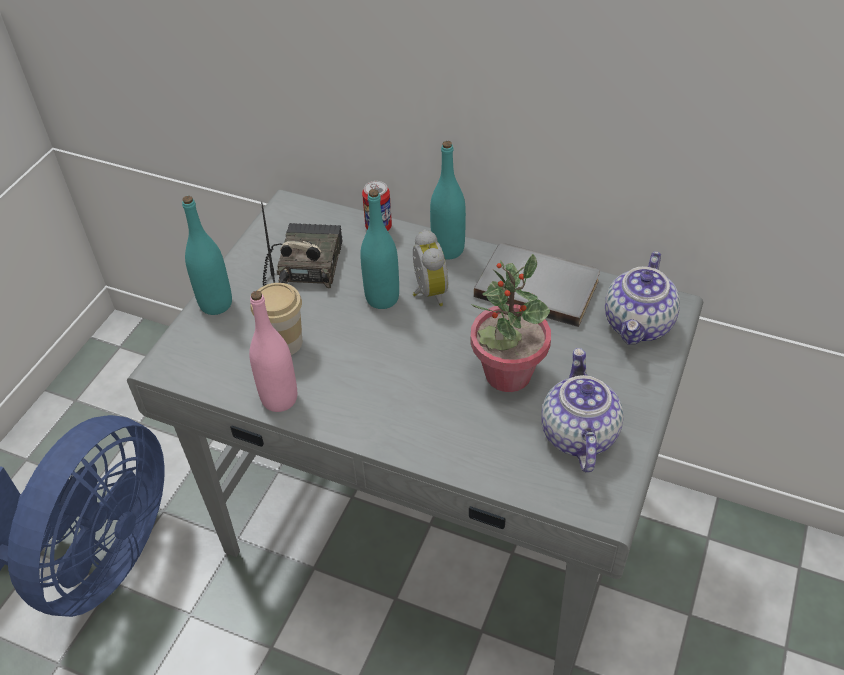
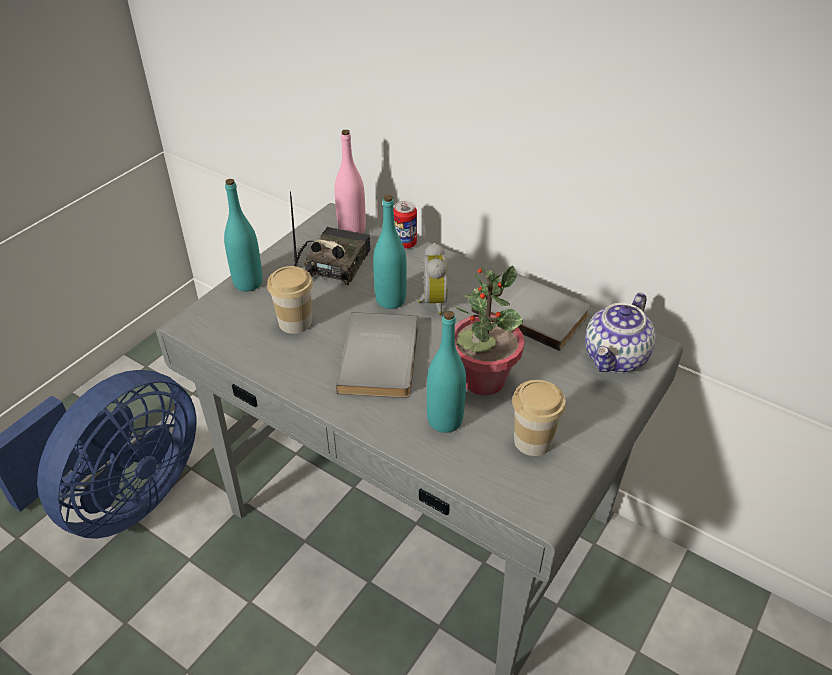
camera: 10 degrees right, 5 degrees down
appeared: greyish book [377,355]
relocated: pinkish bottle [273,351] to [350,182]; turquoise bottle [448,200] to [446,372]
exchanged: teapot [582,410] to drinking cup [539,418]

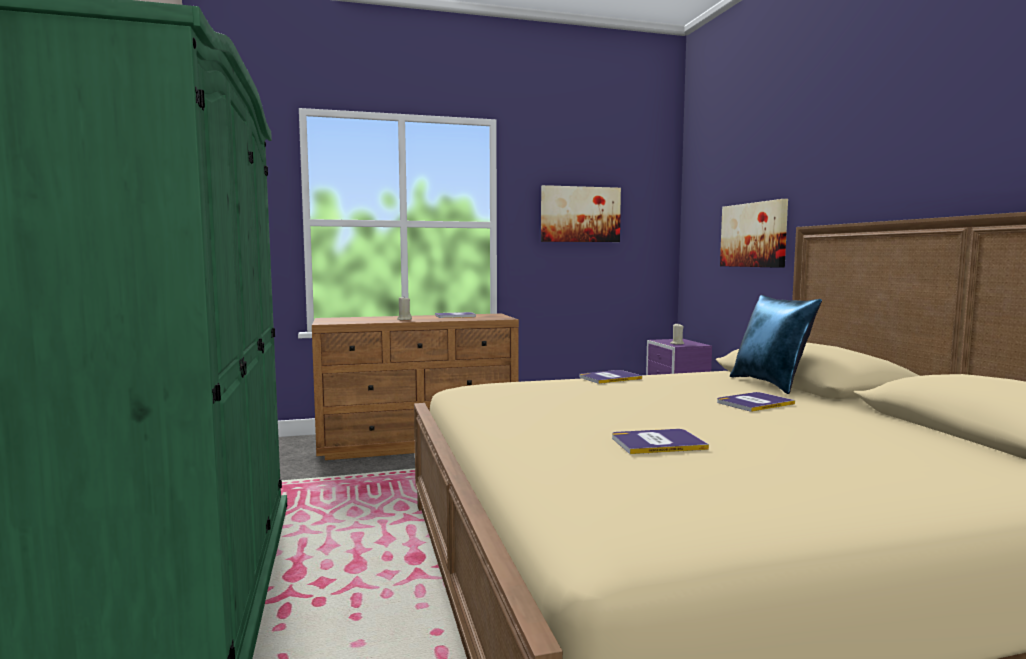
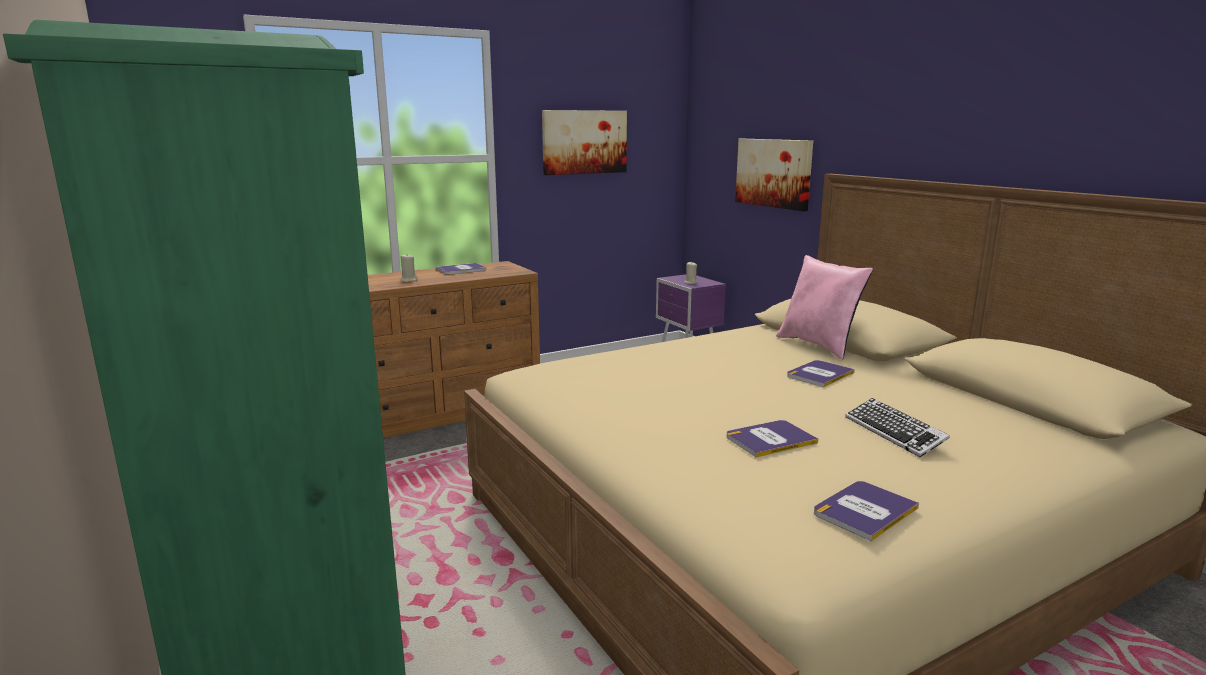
camera: 15 degrees left, 10 degrees up
appeared: PC keyboard [897,427]
relocated: book [611,377] to [866,511]
colour: bluish cushion [776,344] to pinkish cushion [824,307]

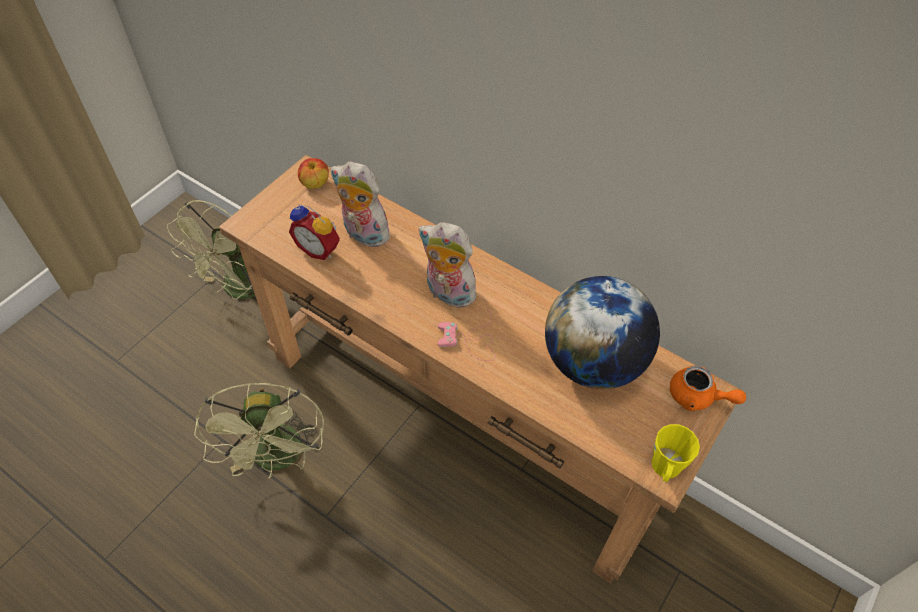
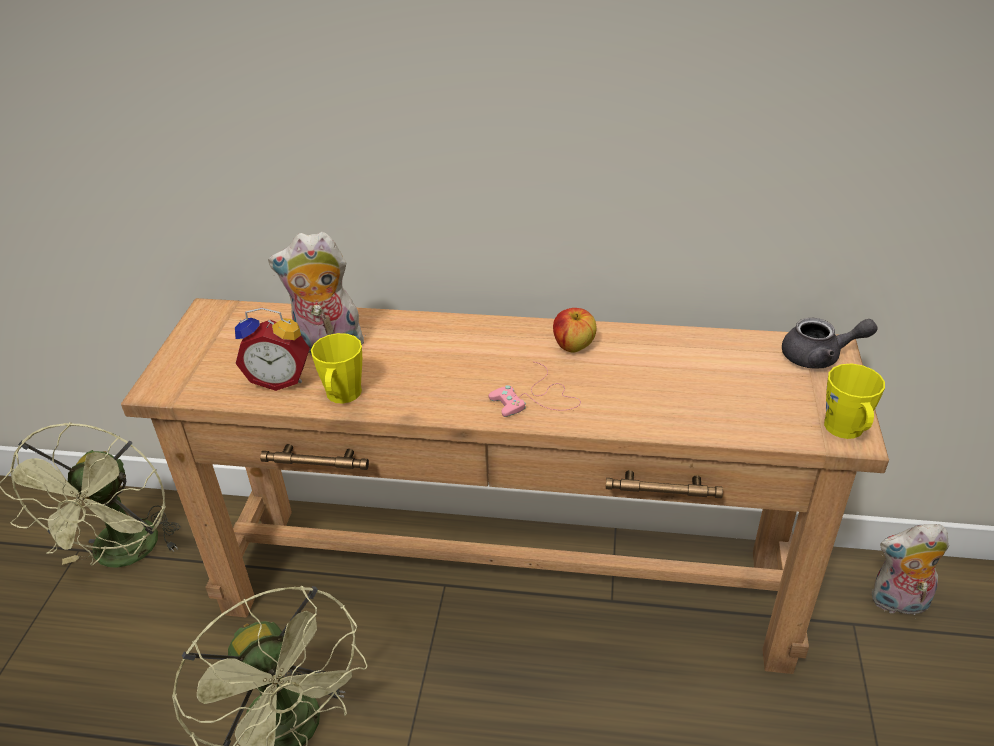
camera: 25 degrees left, 15 degrees down
missing: globe [602,332]
appeared: yellow tea mug [336,368]
relocated: whole apple [313,173] to [575,330]; cuddly toy [449,265] to [910,569]
colour: orangey teapot [708,388] to greyish teapot [830,343]

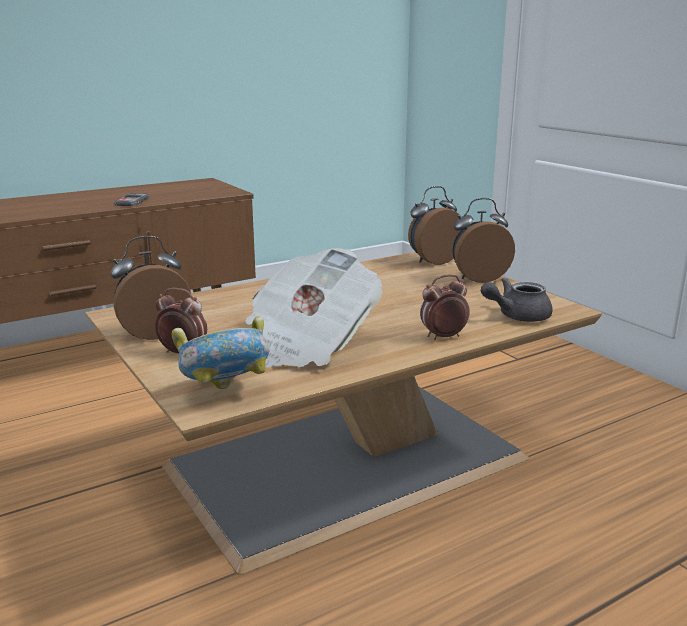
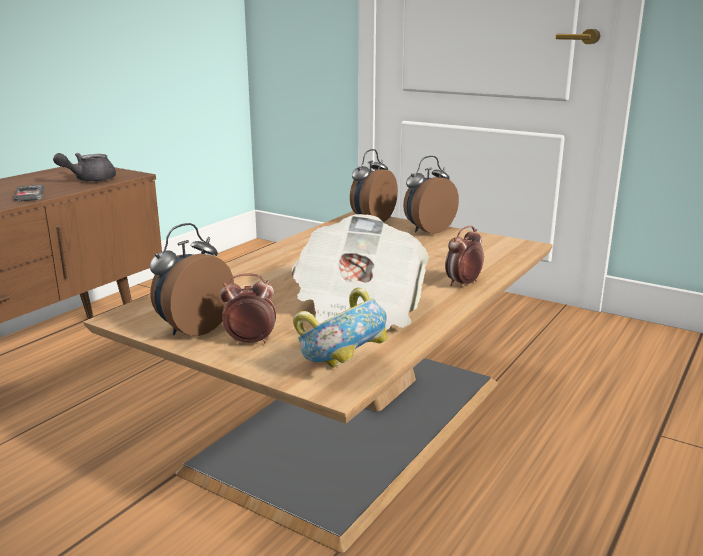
camera: 25 degrees left, 0 degrees up
relocated: greyish teapot [517,299] to [84,167]

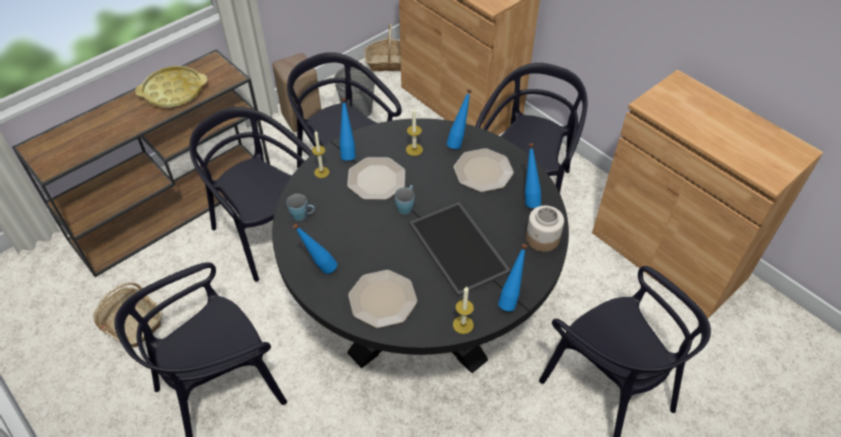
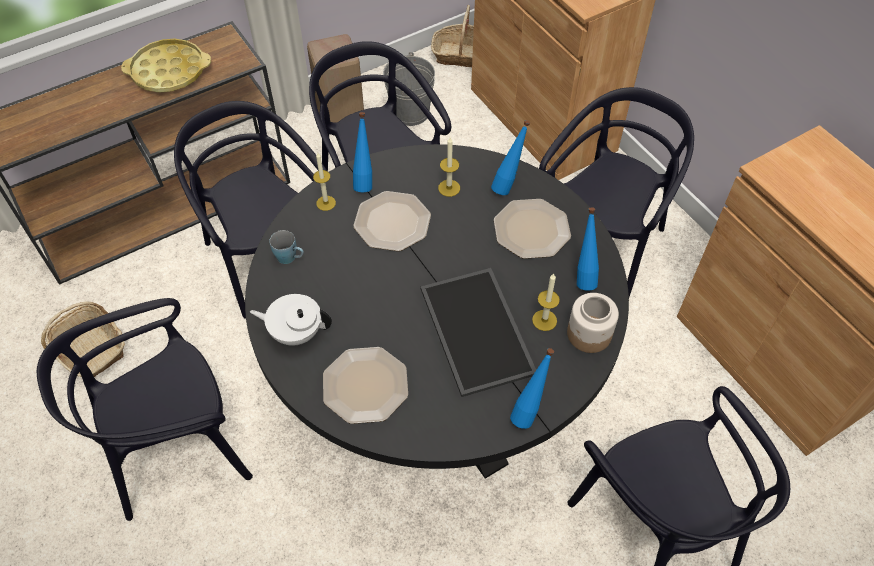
camera: 10 degrees right, 5 degrees up
missing: bluish tea mug [405,199]
relocated: wax light [463,310] to [546,302]
exchanged: bluish bottle [315,249] to whitish teapot [291,320]

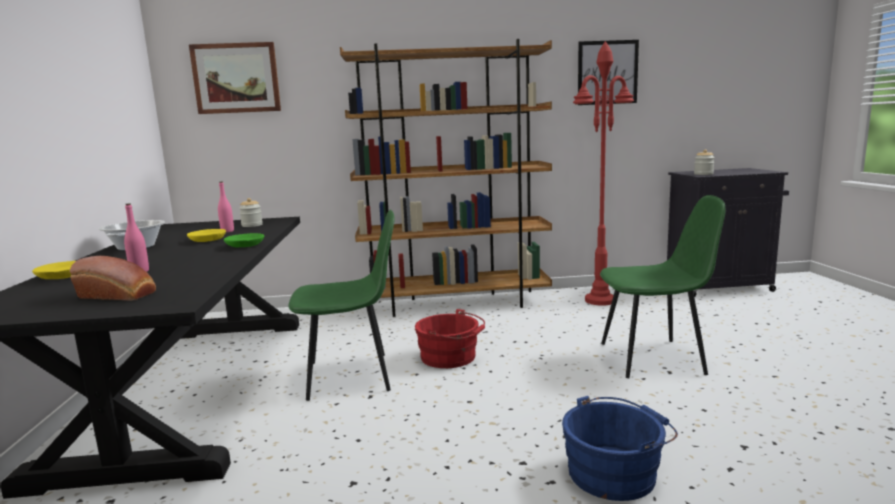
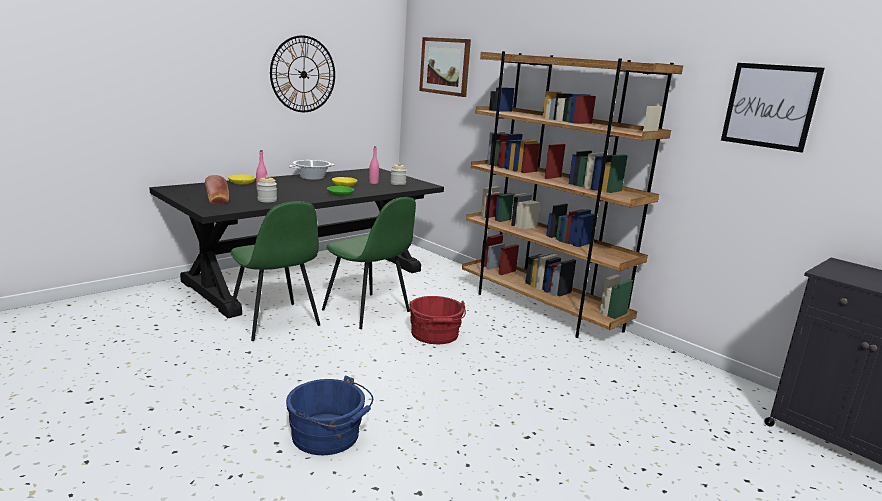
camera: 50 degrees right, 5 degrees up
missing: red-coloured standard lamp [603,173]
appeared: clock on the wall [302,73]
relocated: green-coloured upright chair [663,286] to [274,271]; storage jar [704,162] to [267,188]

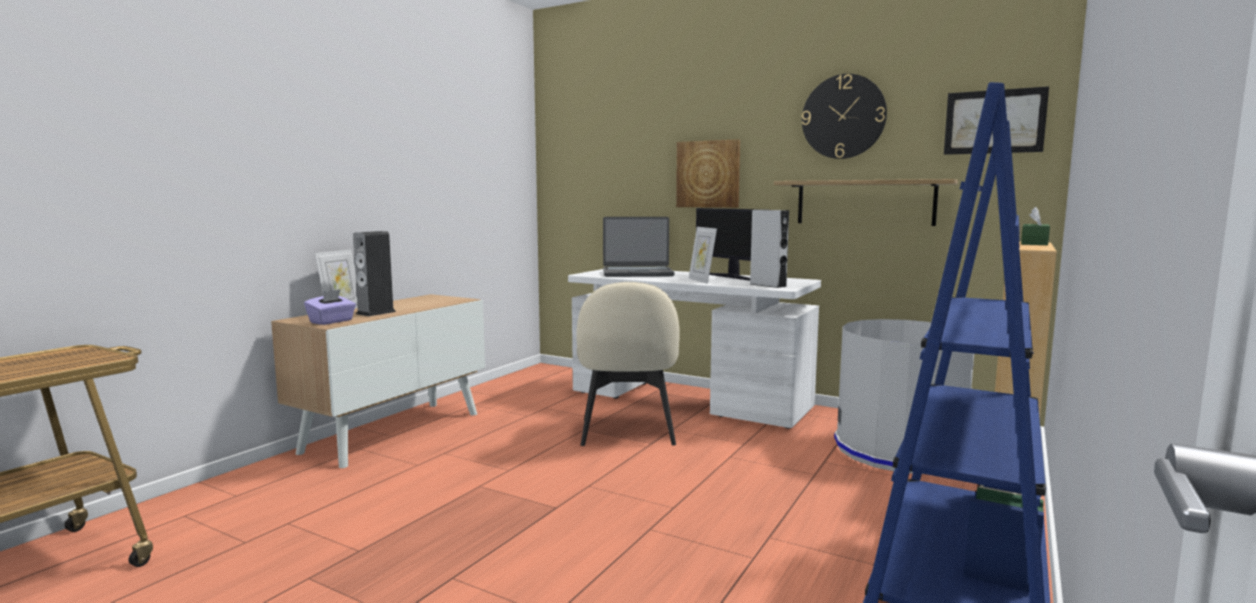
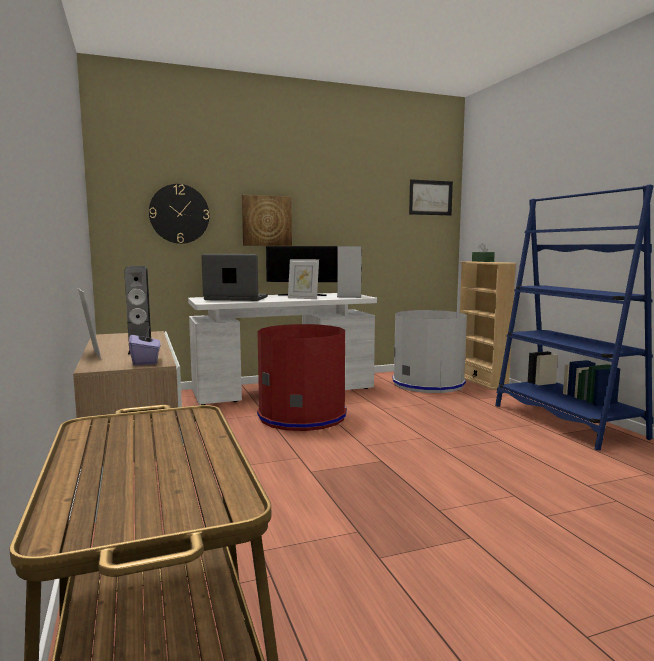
camera: 50 degrees left, 0 degrees up
missing: bracket shelf [866,202]
relocated: clock on the wall [844,116] to [179,214]
exchanged: sand-coloured upright chair [628,364] to red-coloured trash can [302,377]
spun: portable computer [639,247] = [235,277] 120 degrees counterclockwise

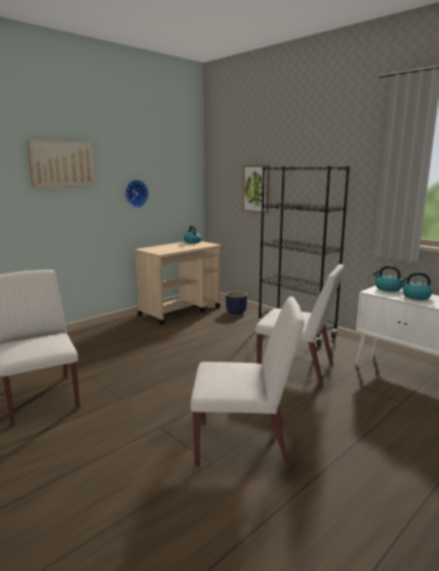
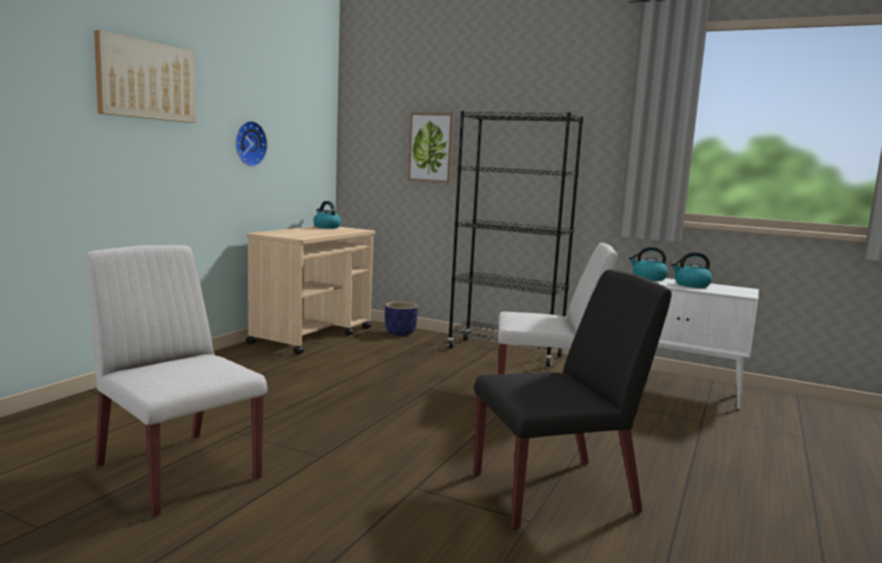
camera: 20 degrees left, 5 degrees down
colour: whitish upright chair [247,383] to black upright chair [572,399]

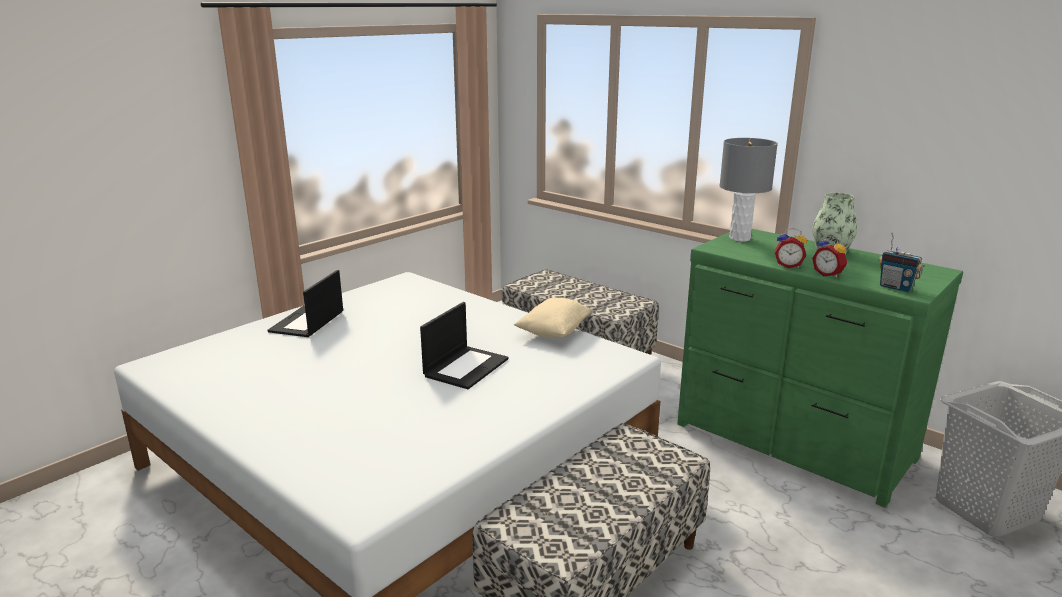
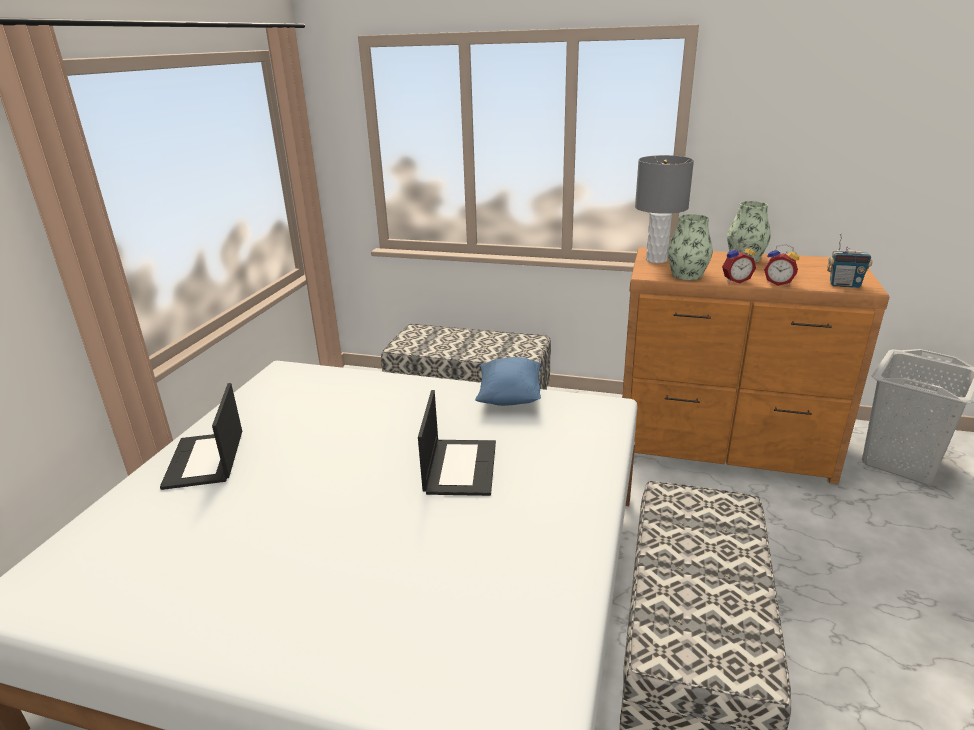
camera: 25 degrees left, 5 degrees up
appeared: vase [690,247]
colour: sand-coloured cushion [553,318] to bluish cushion [508,381]; green-coloured dresser [820,368] to brown-coloured dresser [755,365]

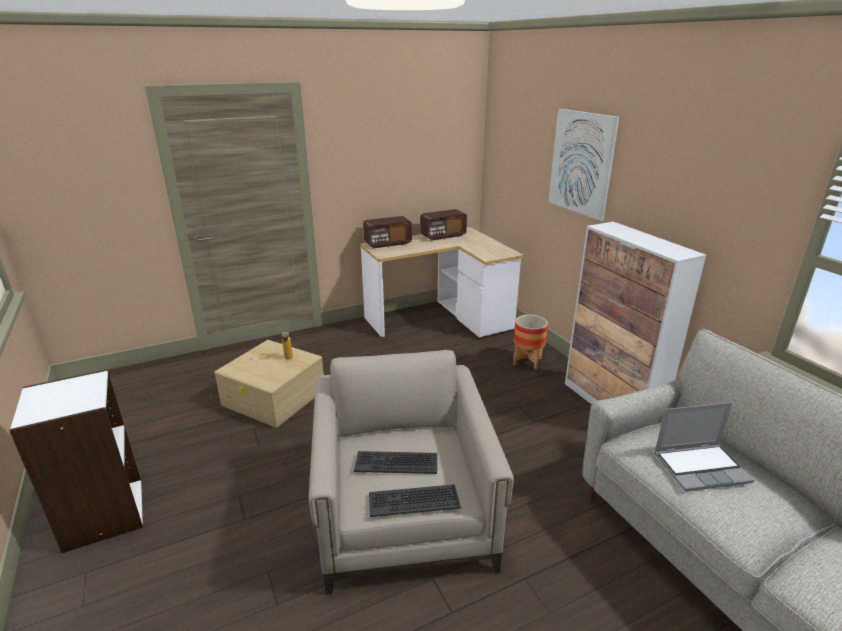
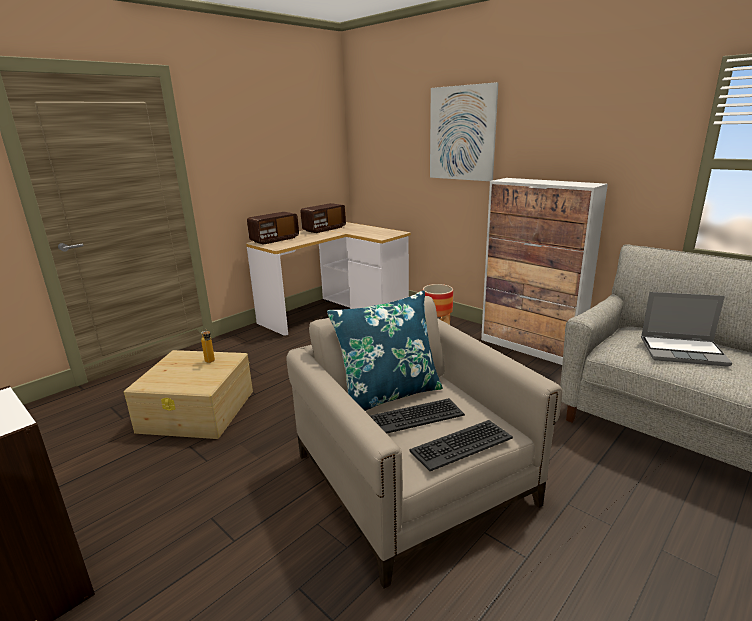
camera: 20 degrees left, 5 degrees down
appeared: bluish cushion [385,351]
spun: portable computer [704,446] = [686,329] 45 degrees clockwise

